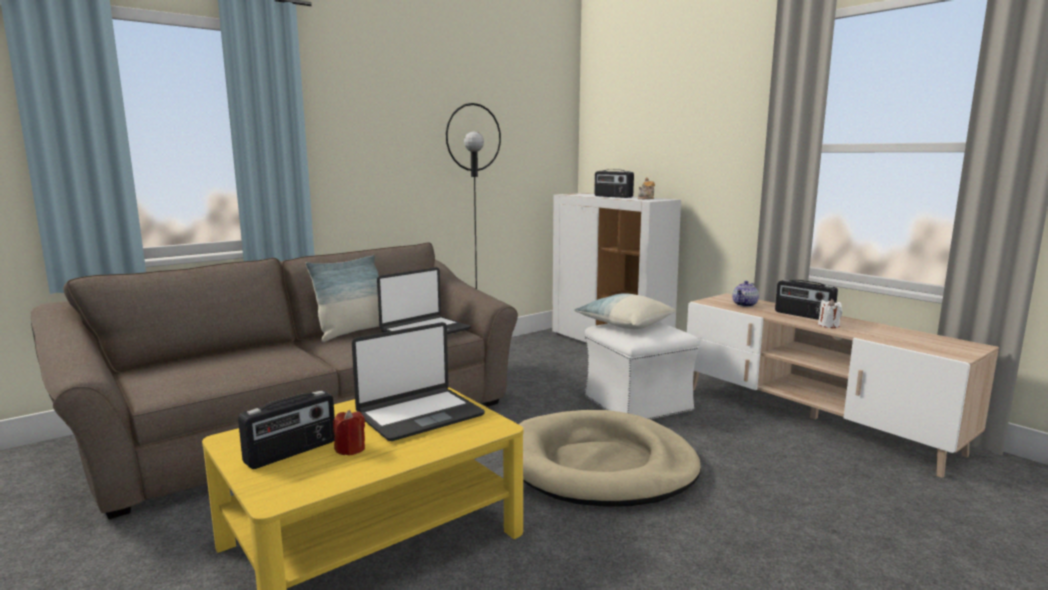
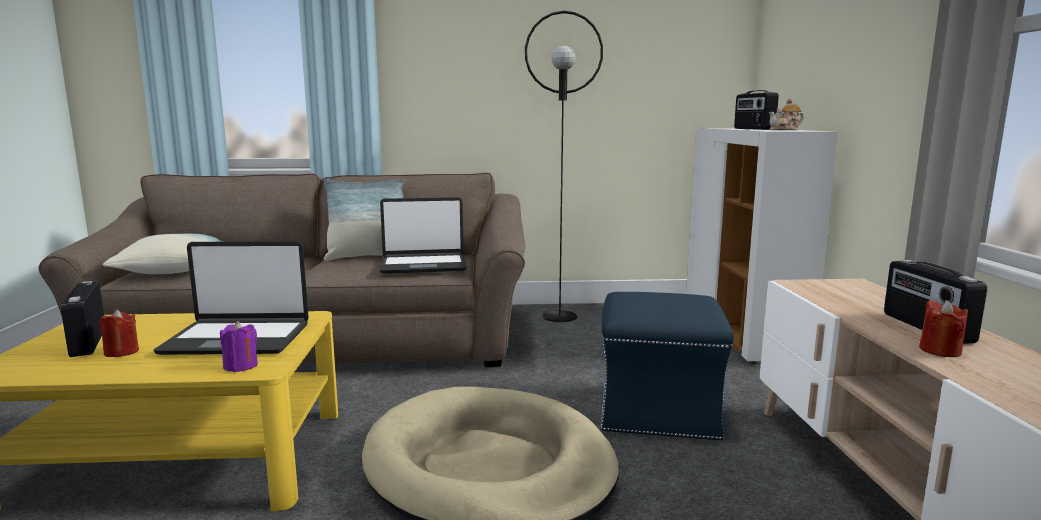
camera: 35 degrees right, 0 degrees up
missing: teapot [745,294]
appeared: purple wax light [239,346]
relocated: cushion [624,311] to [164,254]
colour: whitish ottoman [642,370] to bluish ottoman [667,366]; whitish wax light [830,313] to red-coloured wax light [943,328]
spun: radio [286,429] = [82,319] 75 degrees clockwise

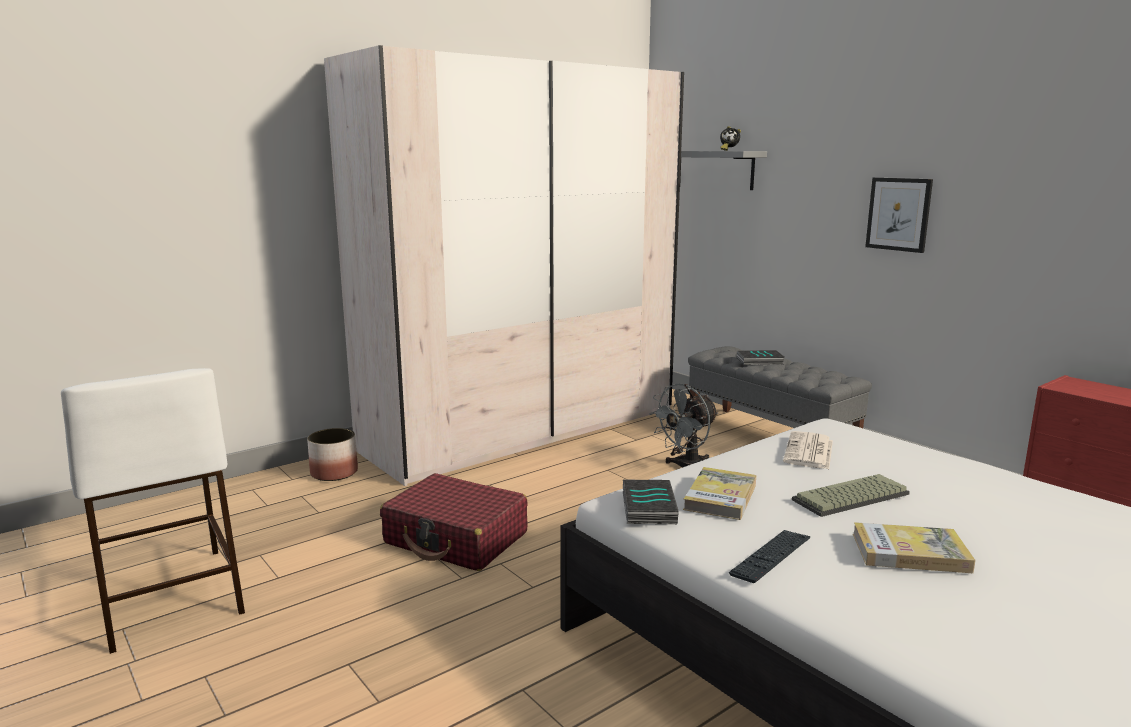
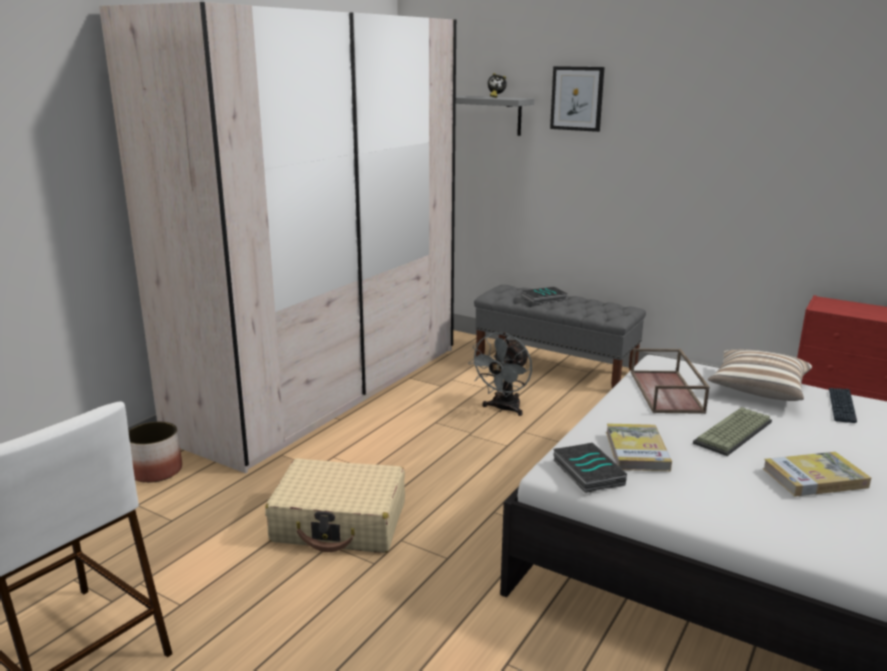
camera: 20 degrees left, 5 degrees up
appeared: cushion [760,375]
relocated: PC keyboard [769,556] to [843,405]; wall picture [899,215] to [577,99]
exchanged: printed paper [808,450] to brown-coloured tray [670,381]
colour: red-coloured suitcase [454,522] to sand-coloured suitcase [335,505]

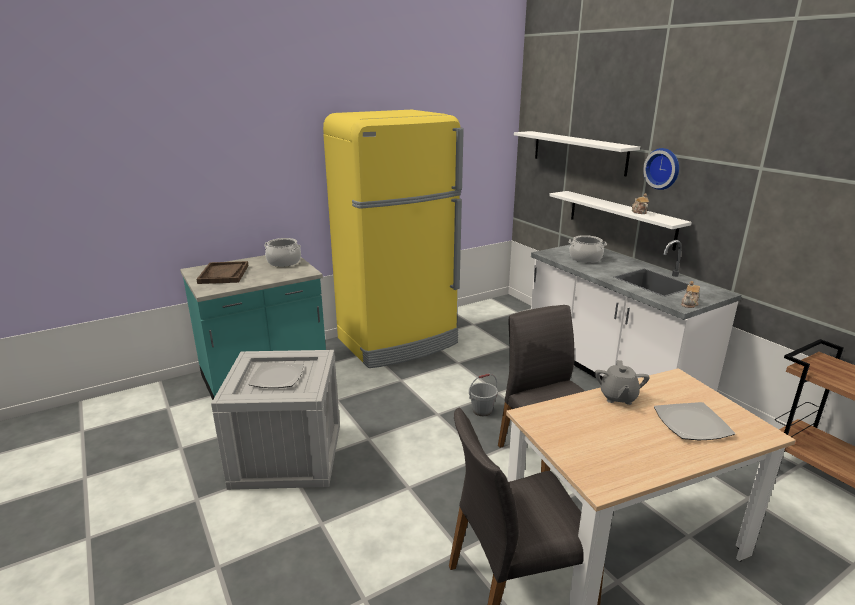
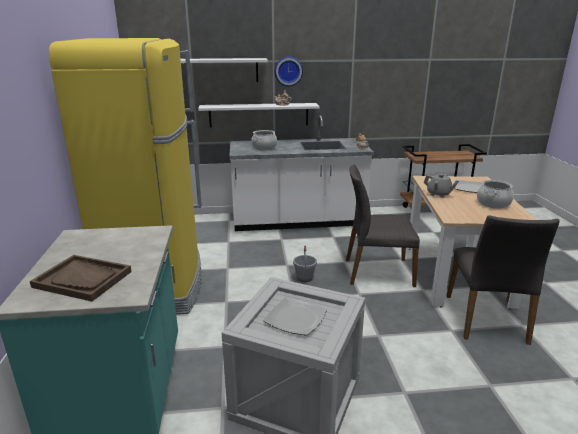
camera: 65 degrees left, 0 degrees up
relocated: saucepot [282,252] to [495,194]

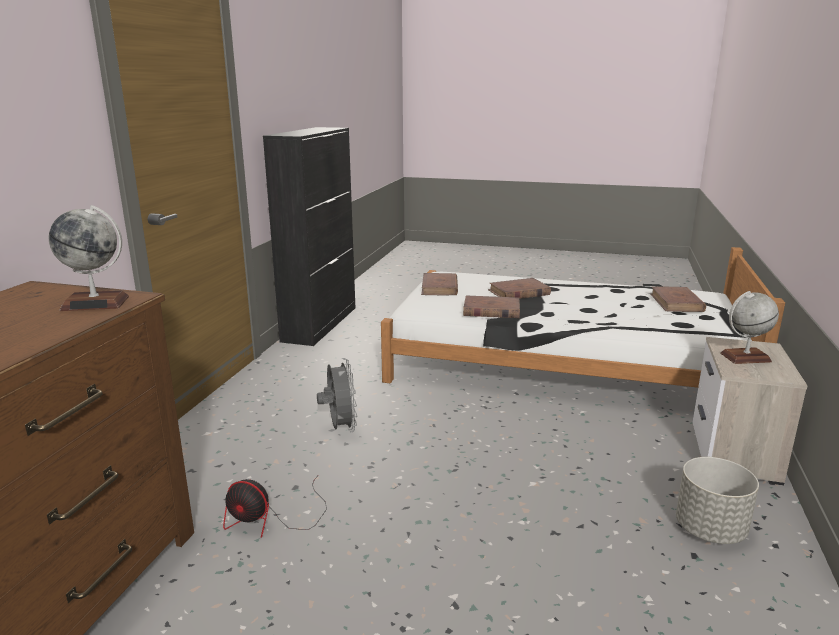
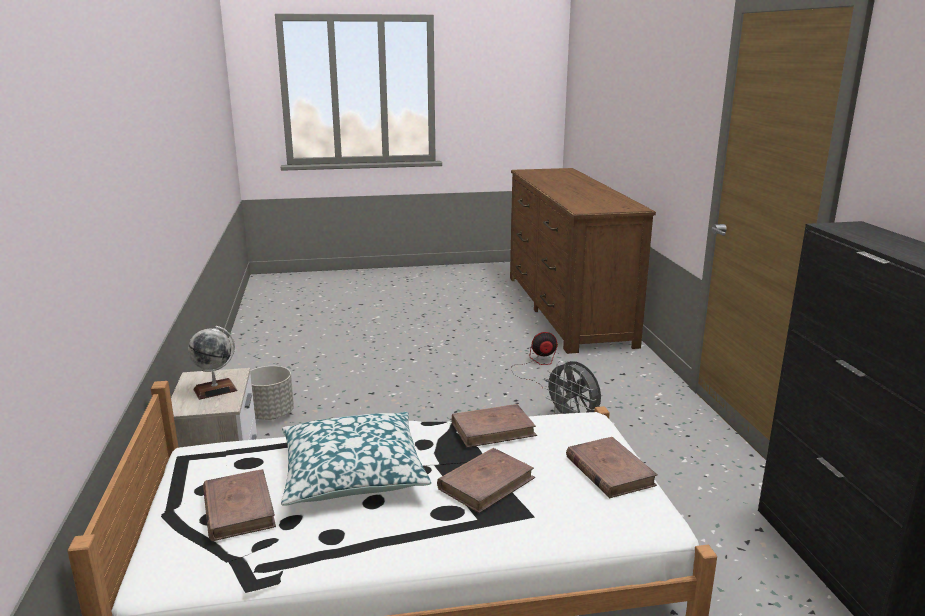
camera: 155 degrees right, 0 degrees up
missing: globe [88,258]
appeared: cushion [356,459]

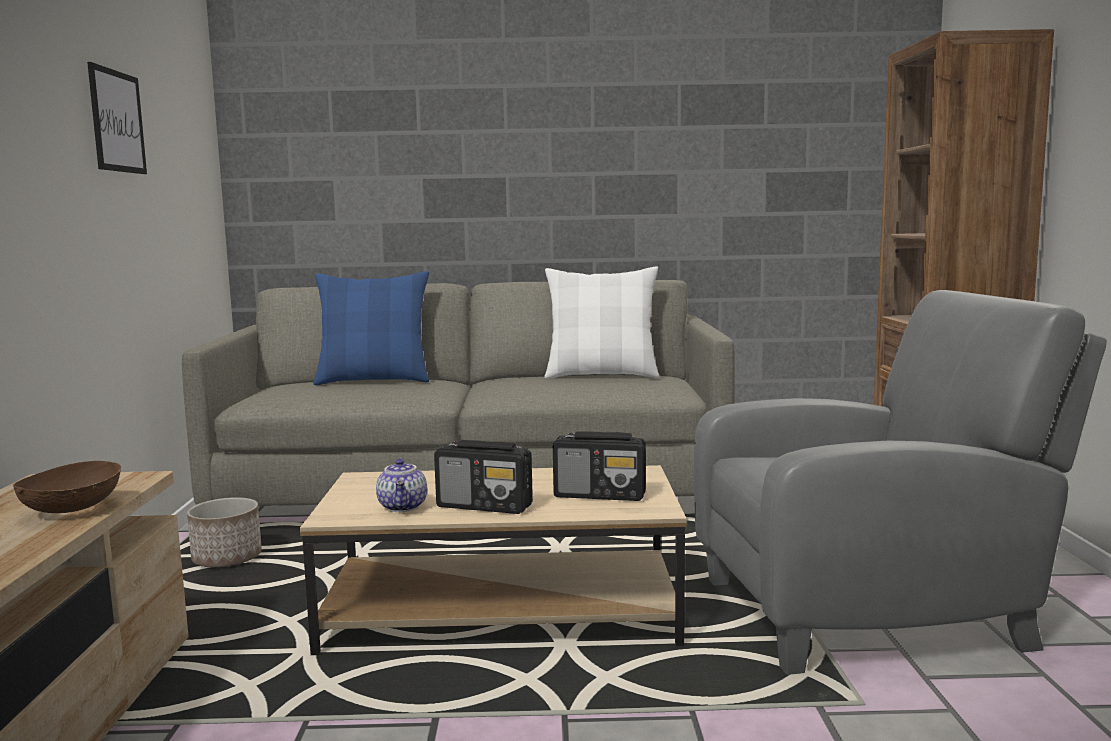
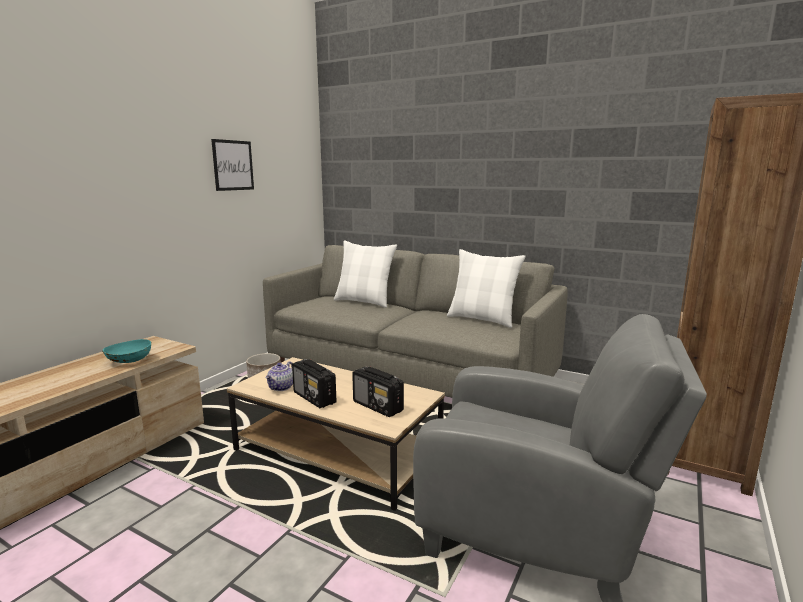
camera: 30 degrees right, 5 degrees up
colour: brown-coloured bowl [67,487] to turquoise bowl [126,351]; bluish cushion [371,328] to whitish cushion [365,274]

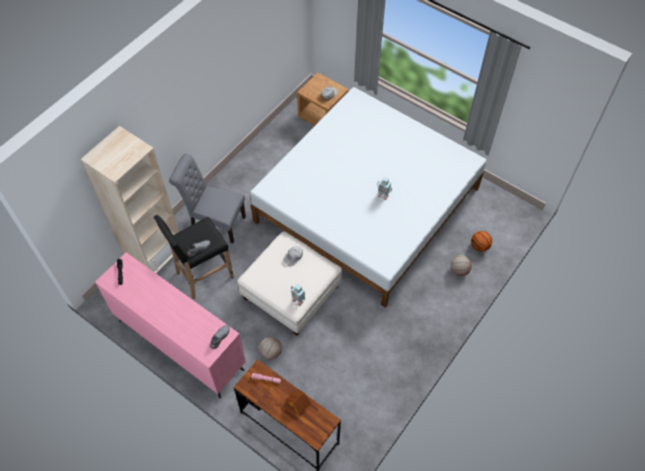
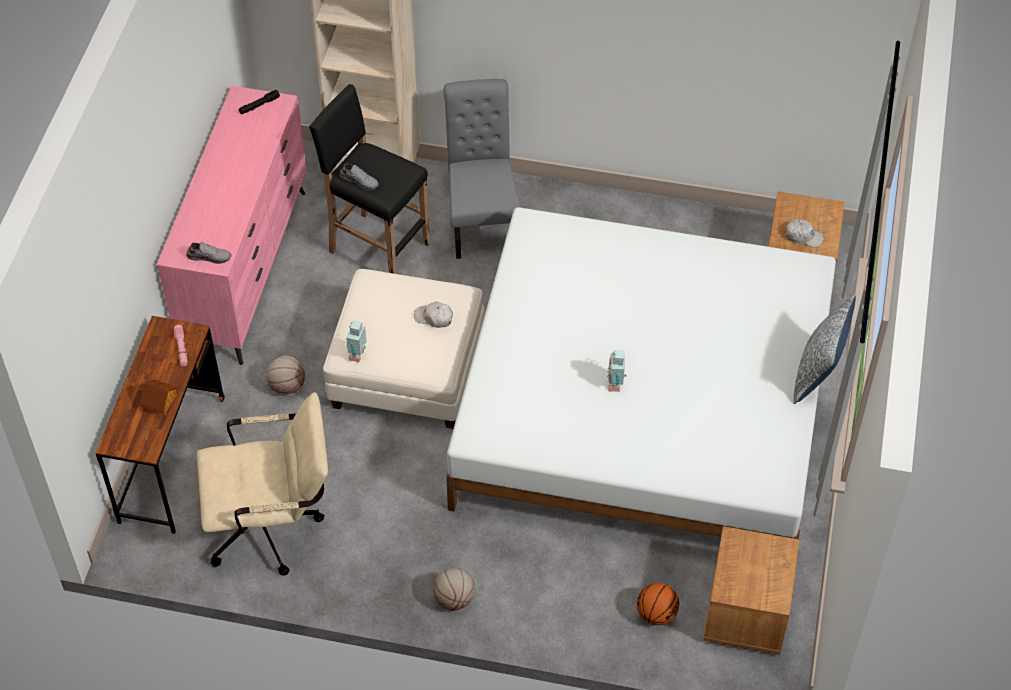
camera: 65 degrees right, 5 degrees down
appeared: sand-coloured computer chair [262,483]; brown-coloured bedside table [751,590]; cushion [824,349]
relocated: basketball [461,265] to [454,589]

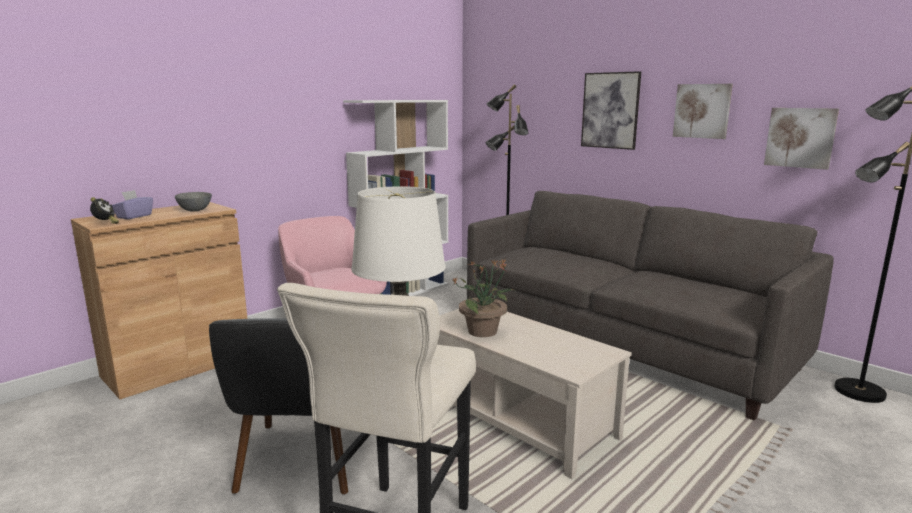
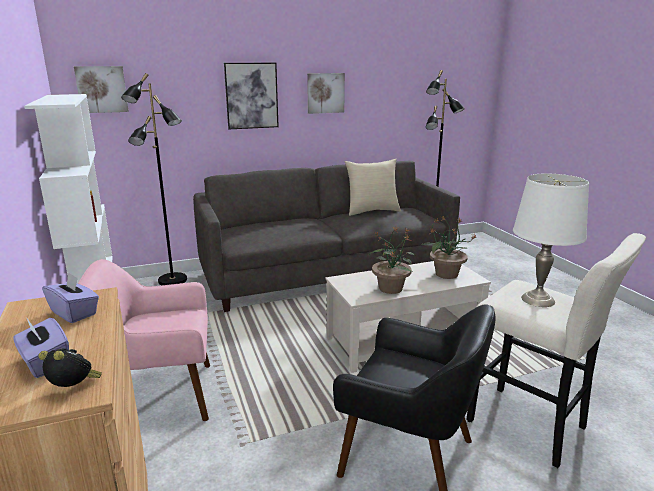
camera: 65 degrees left, 5 degrees up
appeared: sand-coloured cushion [372,187]; potted plant [449,247]
relocated: wall picture [801,139] to [101,89]
exchanged: greyish bowl [193,202] to purple tissue holder [70,297]

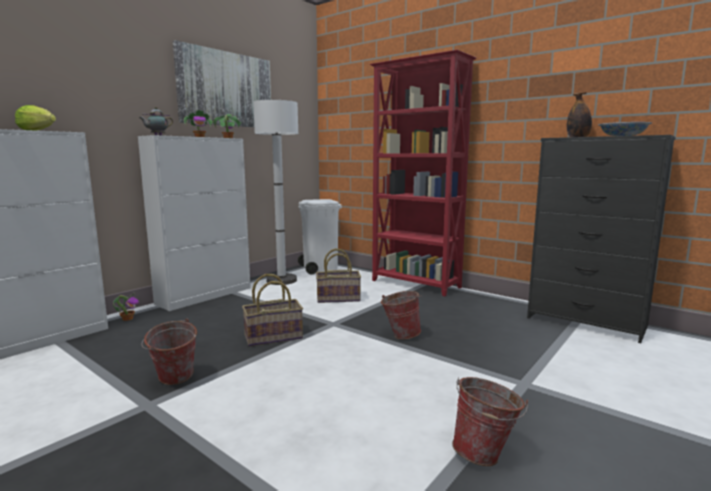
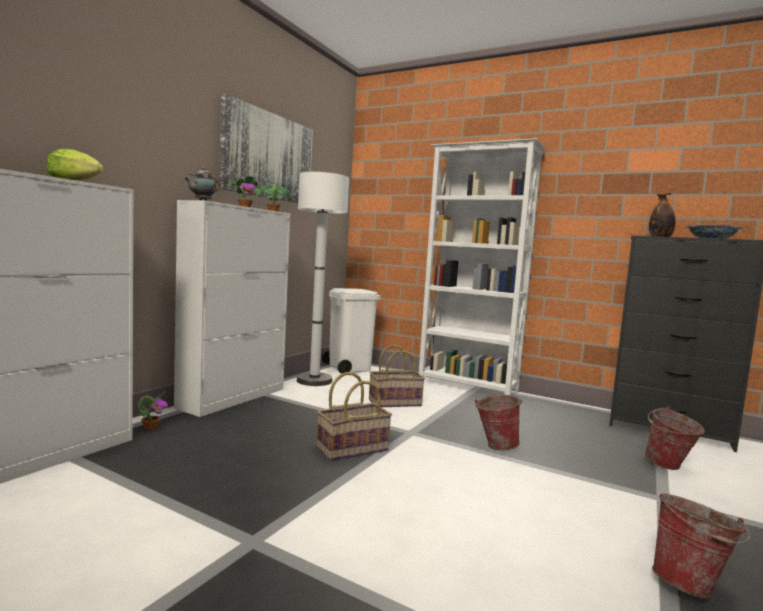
camera: 10 degrees left, 5 degrees down
relocated: water bucket [169,351] to [675,438]
colour: red-coloured shelving unit [423,173] to whitish shelving unit [482,266]

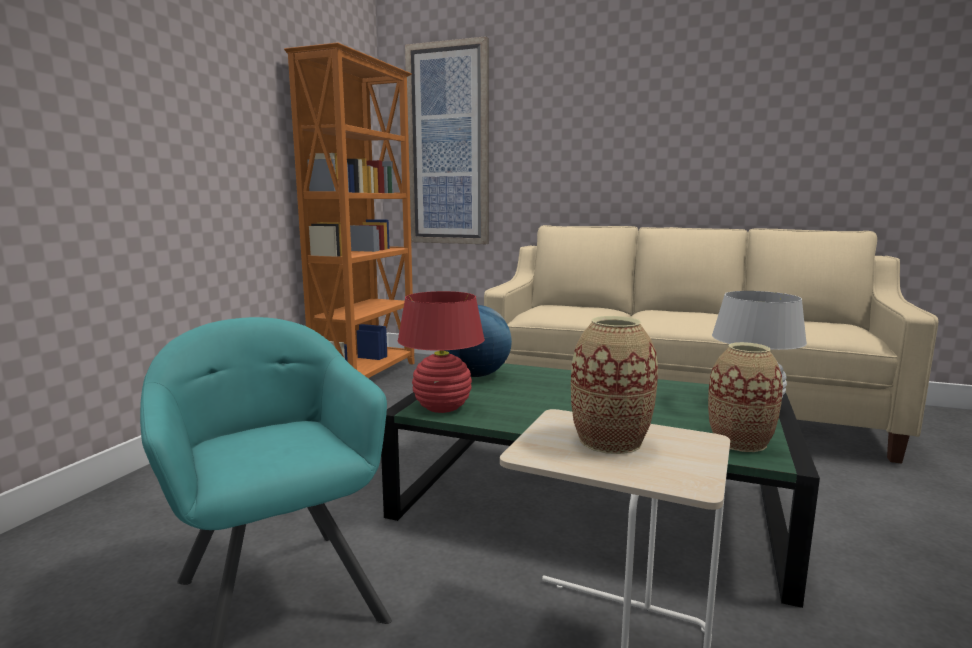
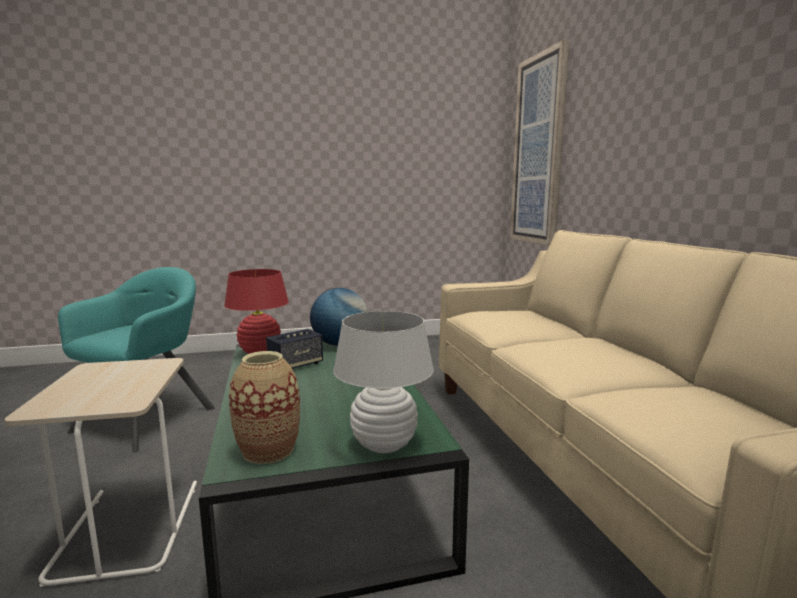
camera: 55 degrees right, 0 degrees up
missing: orangey shelving unit [349,210]; vase [614,385]
appeared: loudspeaker [294,349]

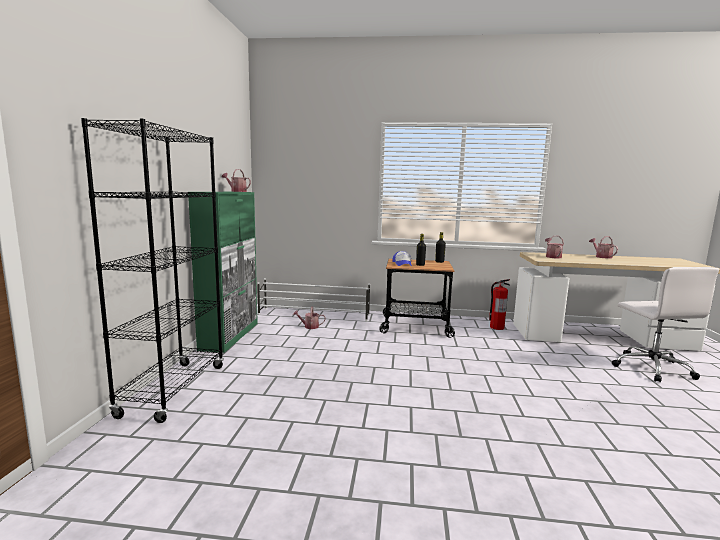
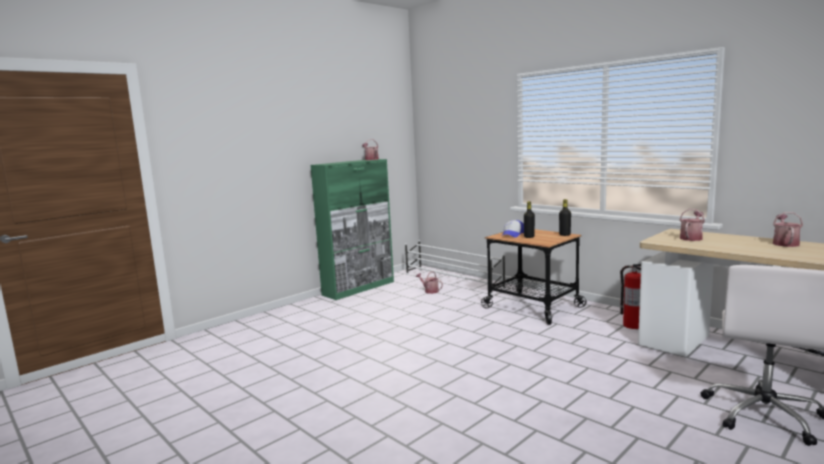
camera: 40 degrees right, 0 degrees up
missing: black shelving unit [152,270]

